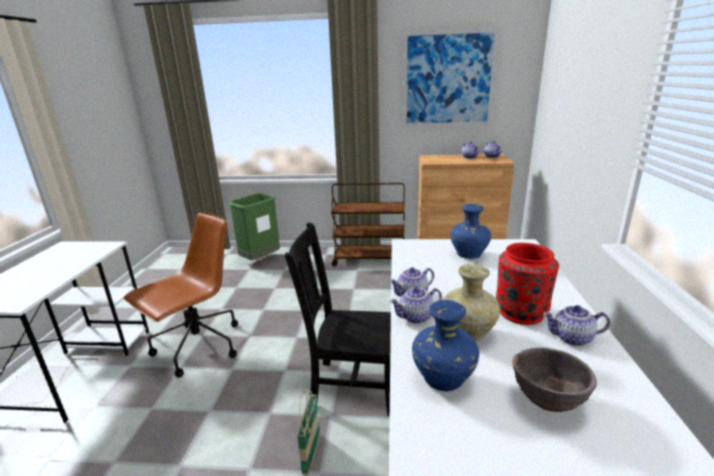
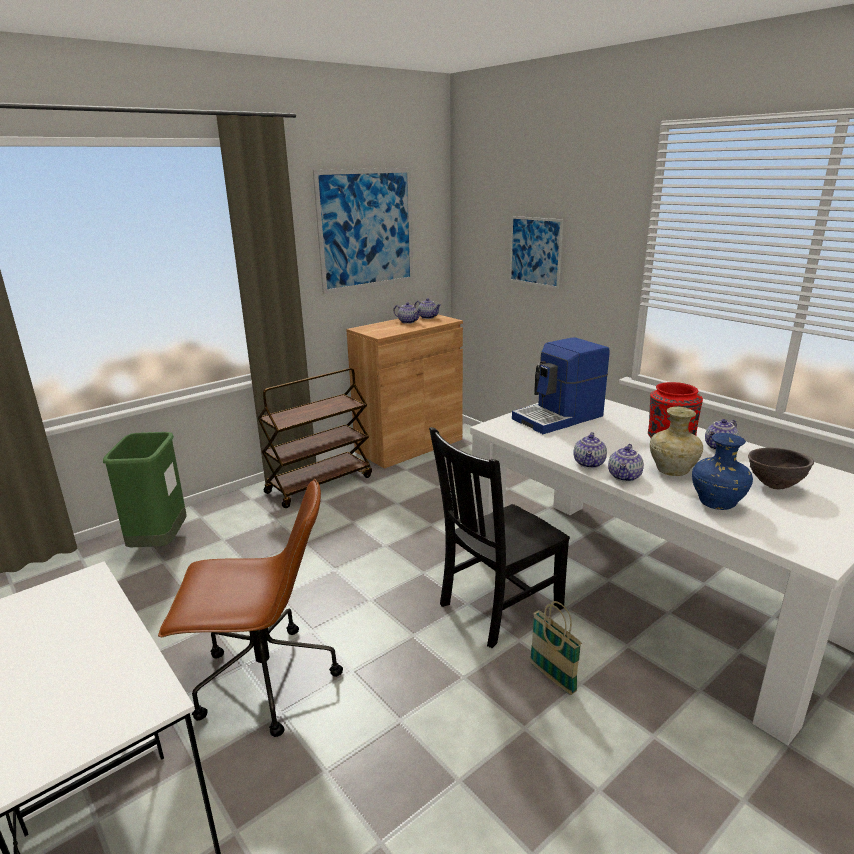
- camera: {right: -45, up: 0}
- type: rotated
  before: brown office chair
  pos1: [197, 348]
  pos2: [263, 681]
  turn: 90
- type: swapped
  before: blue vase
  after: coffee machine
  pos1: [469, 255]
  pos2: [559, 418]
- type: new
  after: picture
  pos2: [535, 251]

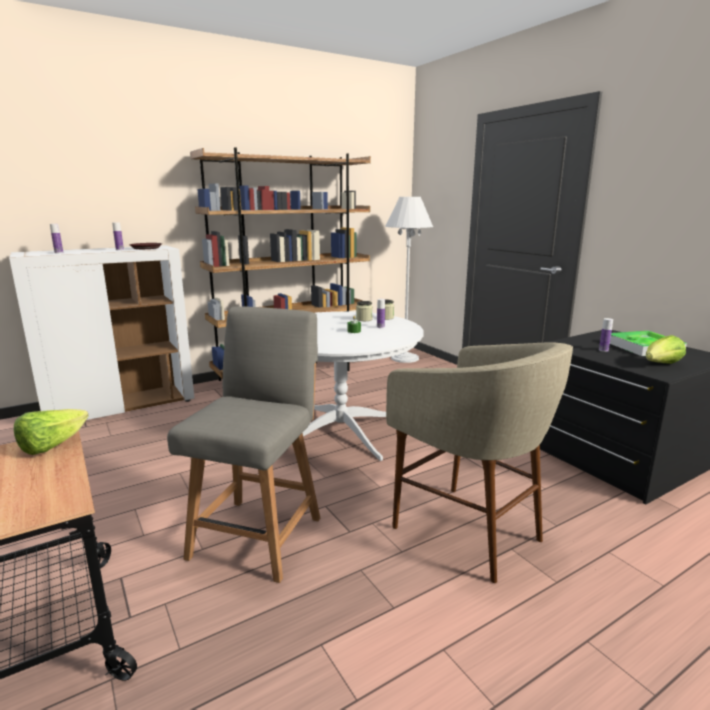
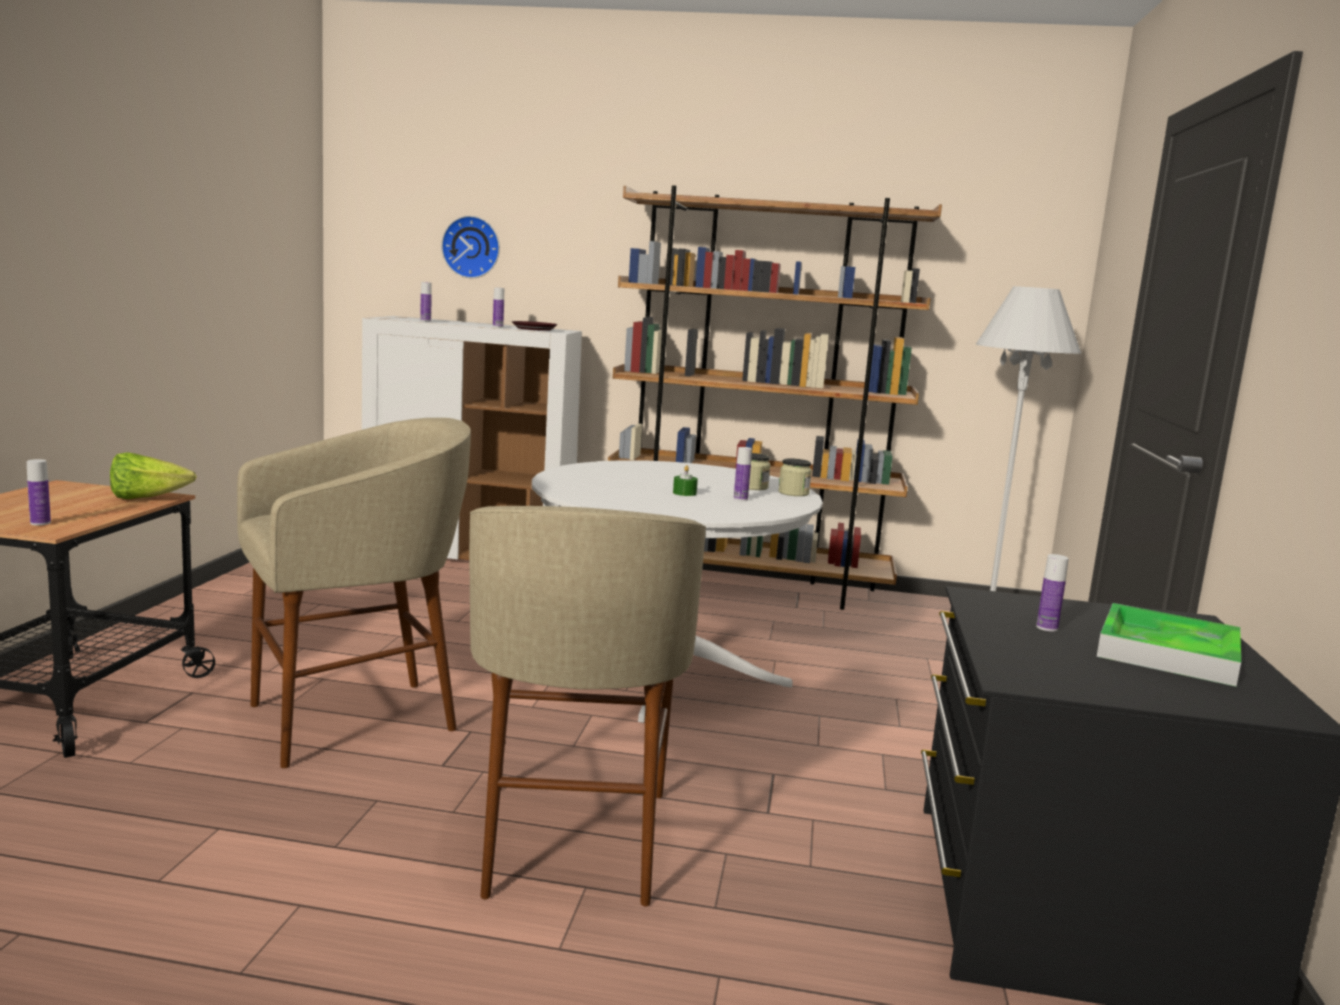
- camera: {right: 40, up: -5}
- type: swapped
  before: grey chair
  after: beige stool
  pos1: [258, 534]
  pos2: [355, 720]
- type: gone
  before: lettuce
  pos1: [661, 365]
- type: new
  after: bottle
  pos2: [40, 523]
- type: new
  after: wall clock
  pos2: [472, 247]

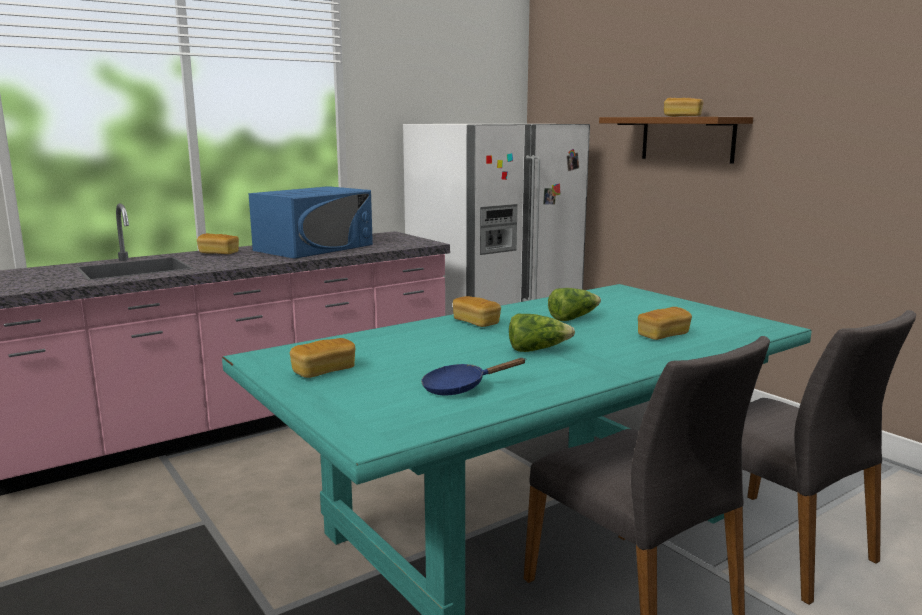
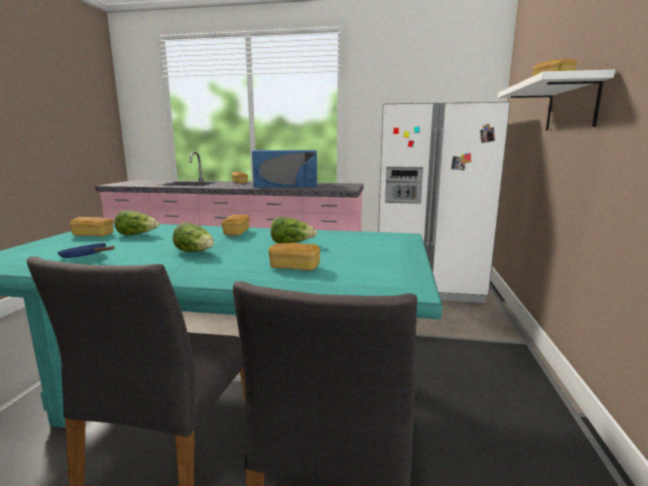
- camera: {right: 45, up: 0}
- type: repainted
  before: brown shelf
  after: white shelf
  pos1: [687, 139]
  pos2: [571, 106]
- type: new
  after: lettuce
  pos2: [137, 234]

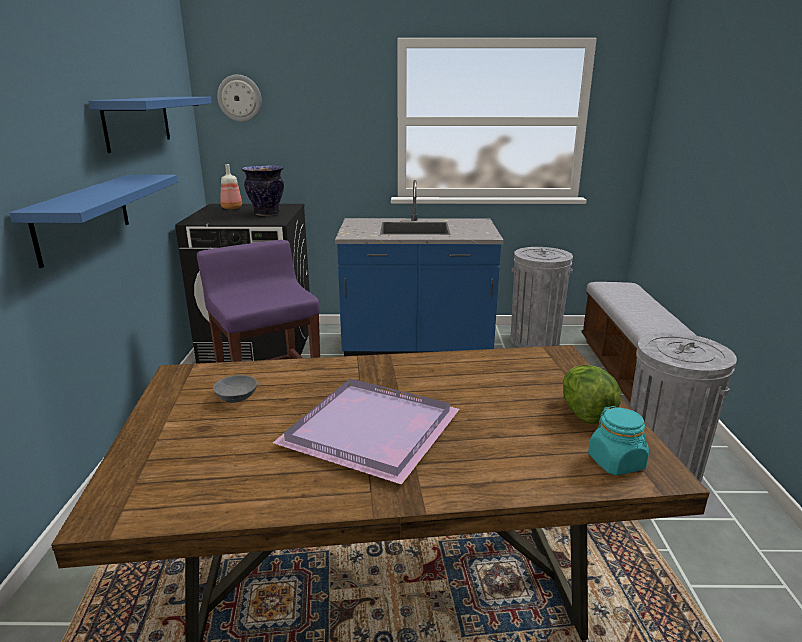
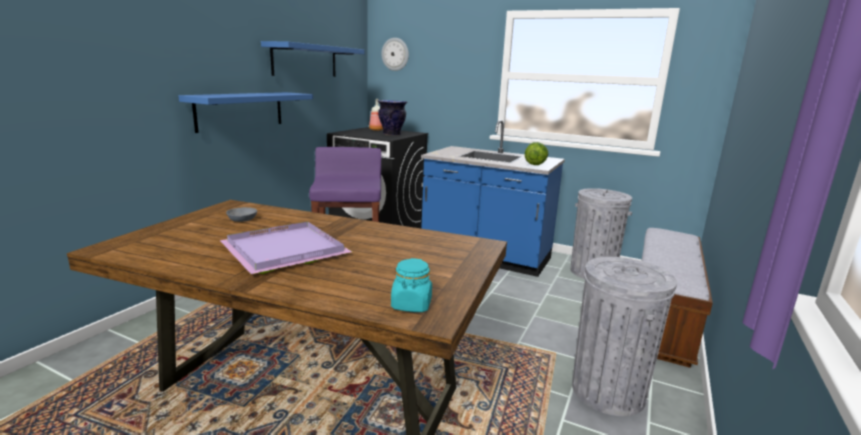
- camera: {right: 25, up: -5}
- type: shifted
  before: lettuce
  pos1: [585, 413]
  pos2: [535, 164]

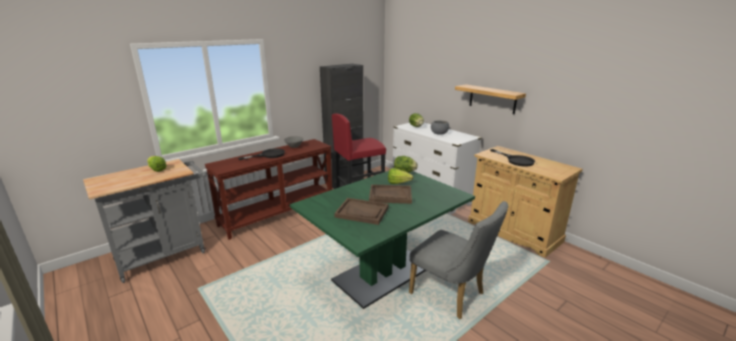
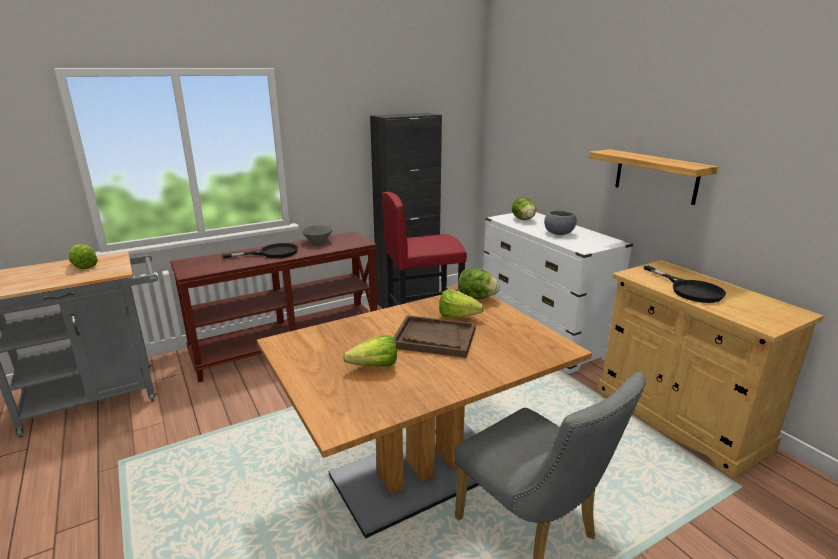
- camera: {right: 10, up: 0}
- type: repainted
  before: green dining table
  after: brown dining table
  pos1: [383, 274]
  pos2: [420, 473]
- type: swapped
  before: brown tray
  after: lettuce
  pos1: [362, 212]
  pos2: [370, 366]

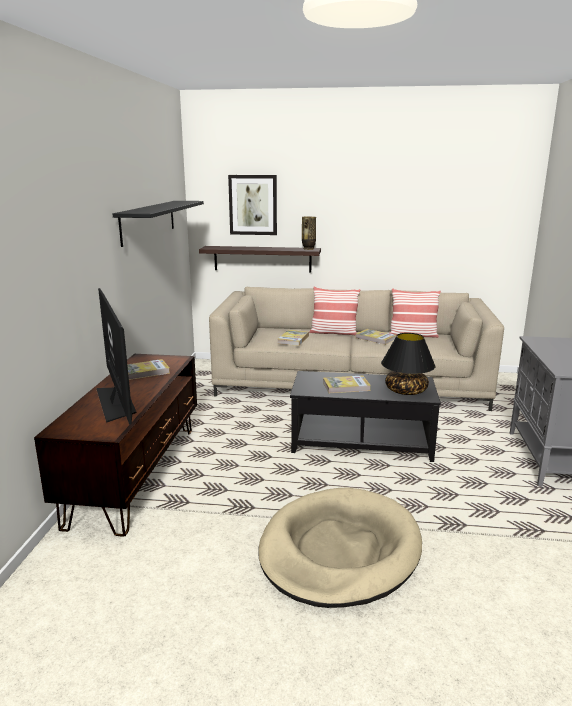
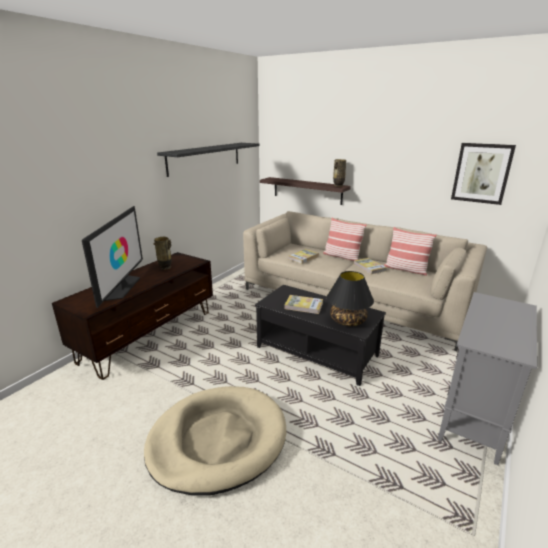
- camera: {right: 25, up: 5}
- type: swapped
  before: book
  after: vase
  pos1: [144, 372]
  pos2: [165, 267]
- type: shifted
  before: picture
  pos1: [253, 205]
  pos2: [481, 173]

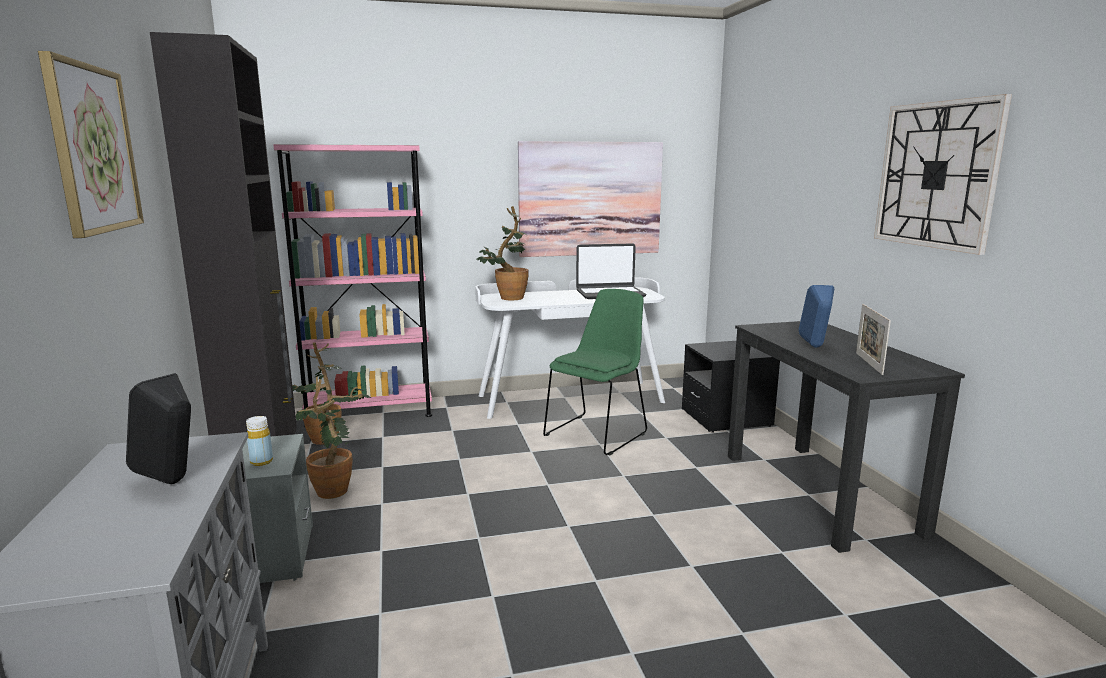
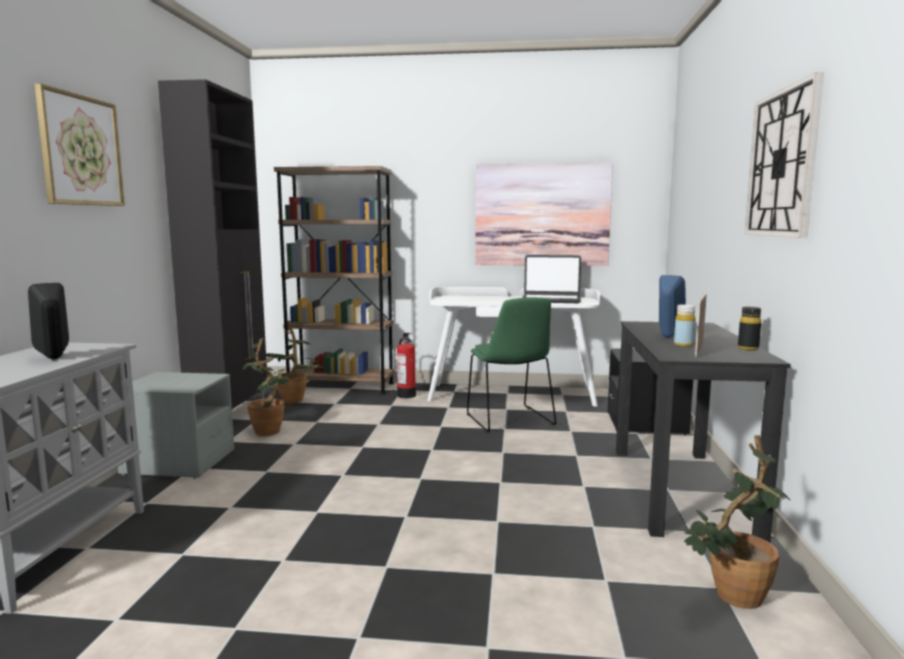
- camera: {right: 20, up: -5}
- type: shifted
  before: yellow bottle
  pos1: [261, 461]
  pos2: [683, 345]
- type: repainted
  before: pink bookcase
  after: brown bookcase
  pos1: [370, 412]
  pos2: [341, 387]
- type: shifted
  before: potted plant
  pos1: [507, 299]
  pos2: [730, 598]
- type: rotated
  before: green chair
  pos1: [597, 433]
  pos2: [510, 420]
  turn: 105
- type: new
  after: fire extinguisher
  pos2: [406, 395]
- type: new
  after: black bottle
  pos2: [748, 348]

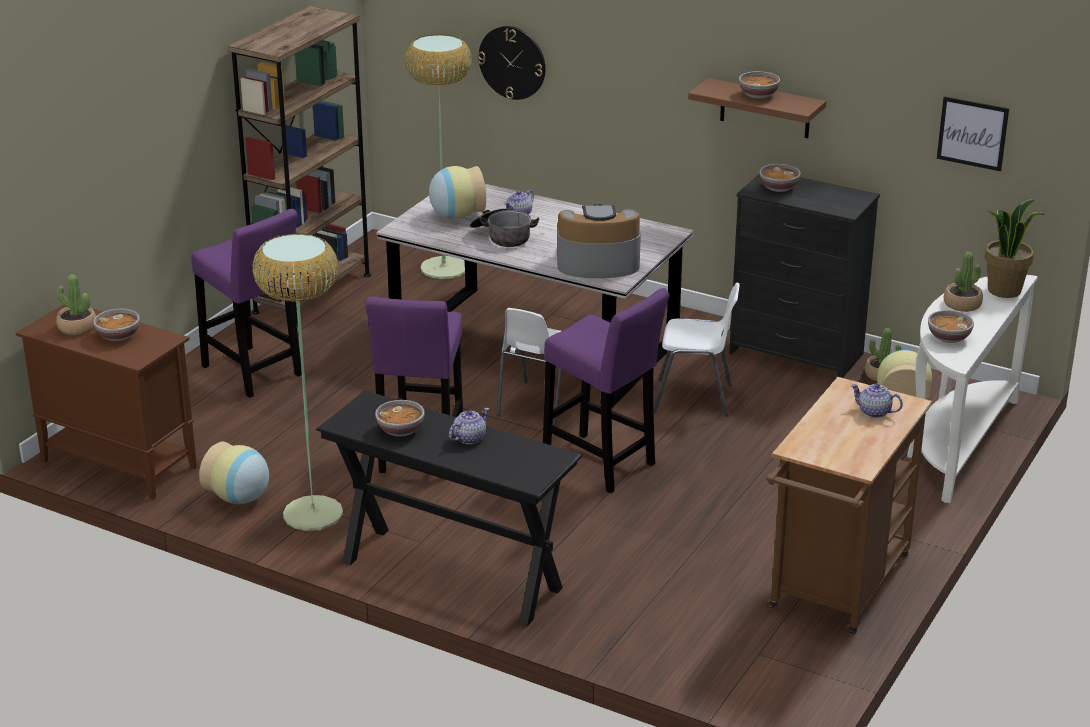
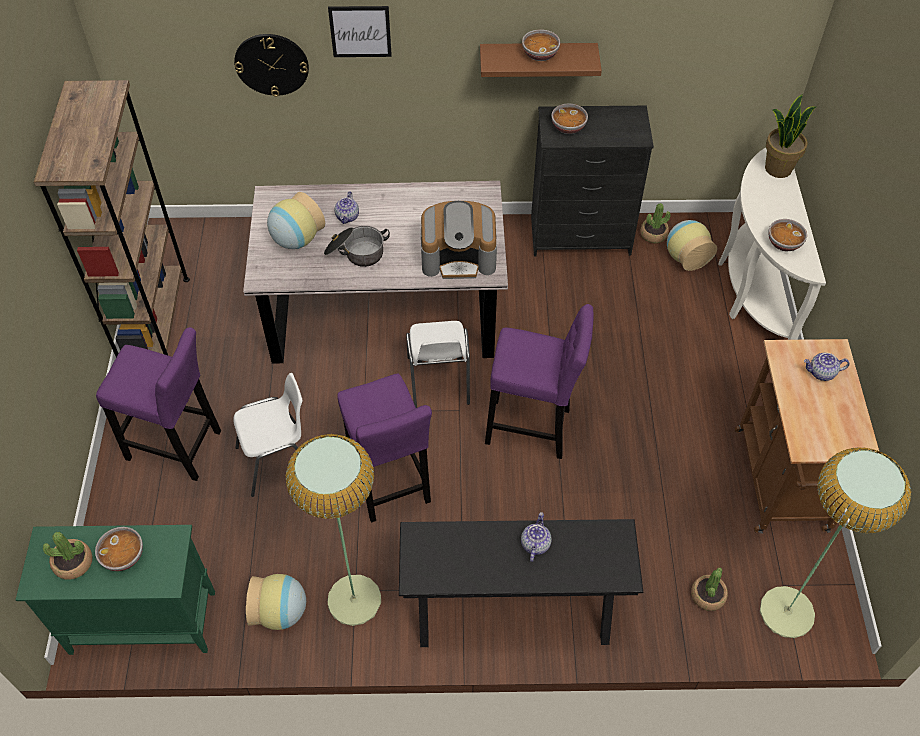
- camera: {right: -30, up: 25}
- type: repainted
  before: brown cabinet
  after: green cabinet
  pos1: [117, 464]
  pos2: [141, 622]
- type: gone
  before: bowl
  pos1: [400, 430]
- type: shifted
  before: floor lamp
  pos1: [444, 268]
  pos2: [787, 612]
- type: rotated
  before: coffee machine
  pos1: [597, 264]
  pos2: [459, 257]
  turn: -150
- type: shifted
  before: white chair
  pos1: [695, 398]
  pos2: [278, 460]
- type: shifted
  before: picture
  pos1: [972, 133]
  pos2: [360, 31]
- type: shifted
  before: potted plant
  pos1: [962, 304]
  pos2: [708, 596]

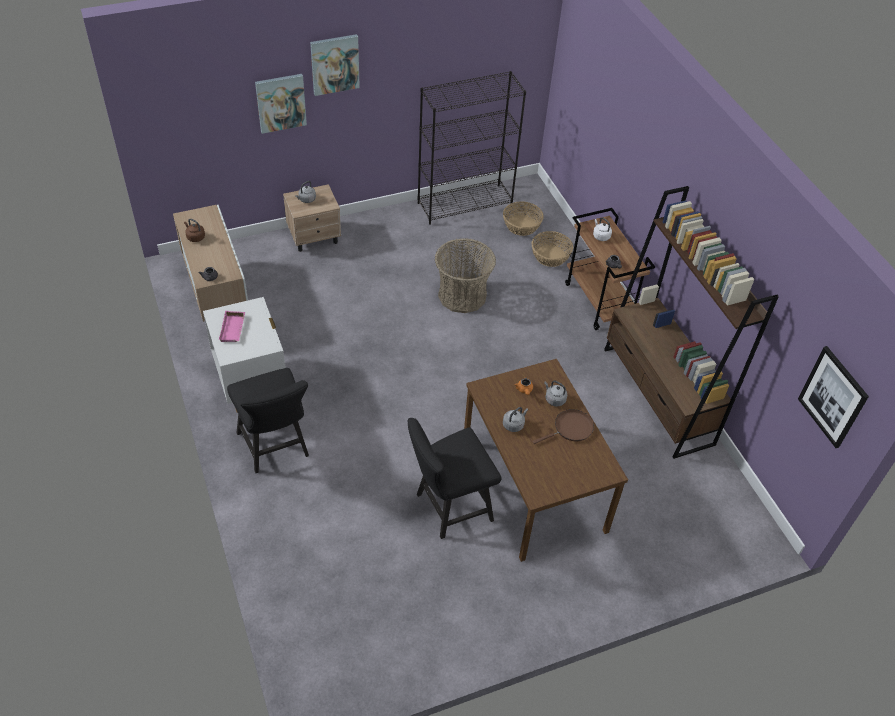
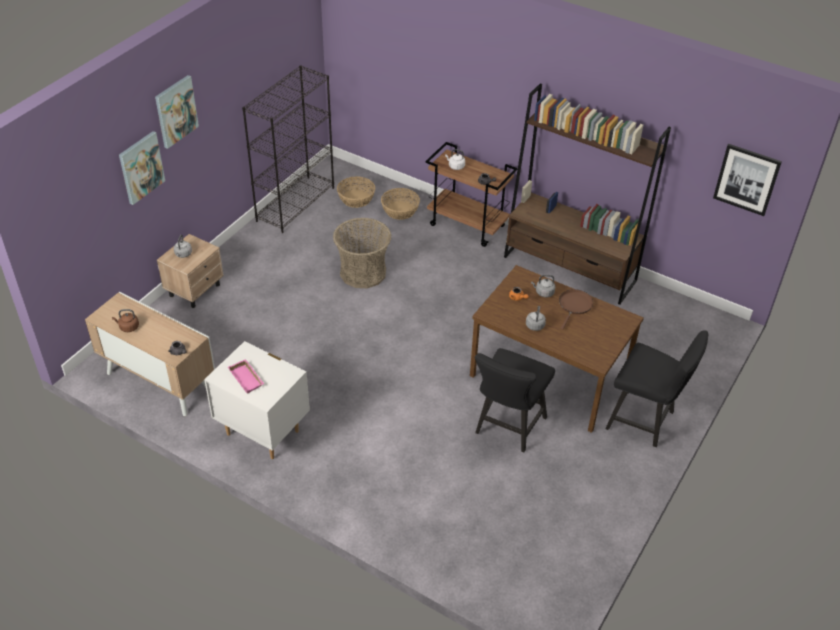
- camera: {right: -35, up: -5}
- type: shifted
  before: black chair
  pos1: [275, 448]
  pos2: [645, 421]

